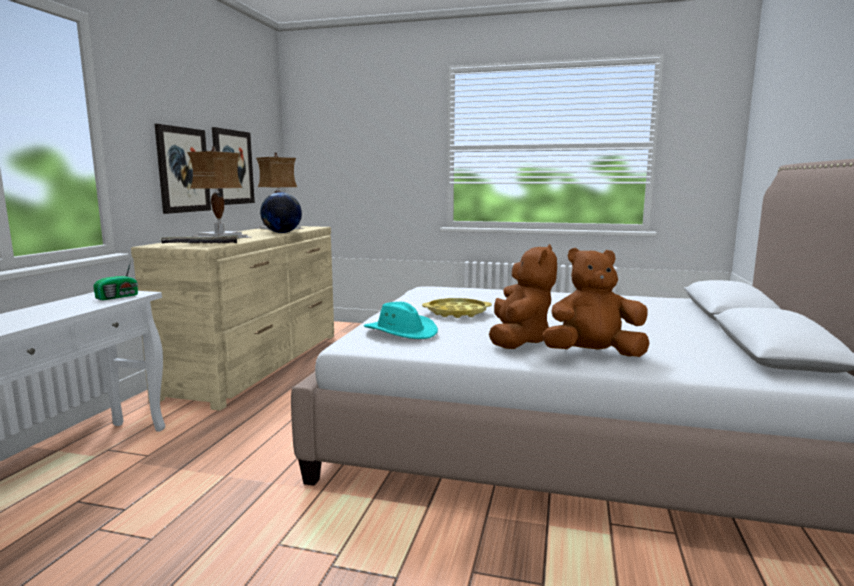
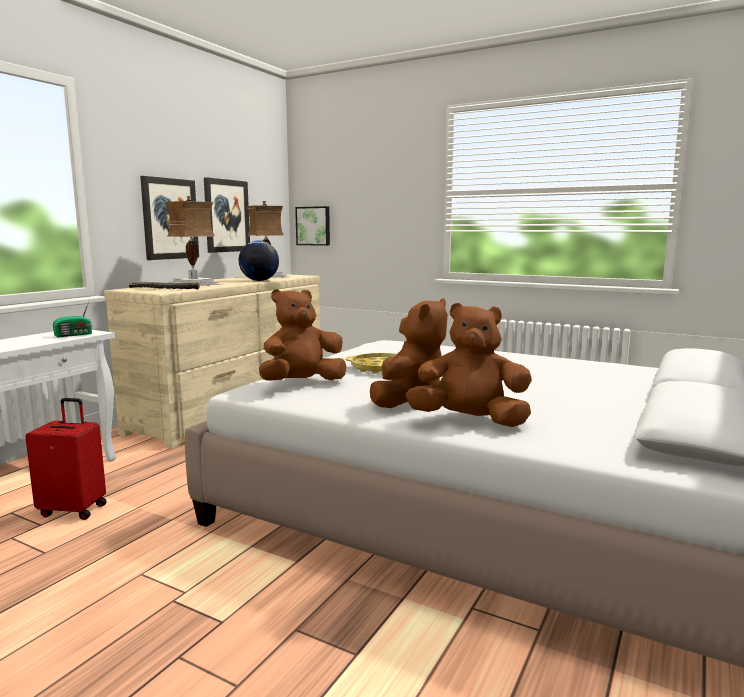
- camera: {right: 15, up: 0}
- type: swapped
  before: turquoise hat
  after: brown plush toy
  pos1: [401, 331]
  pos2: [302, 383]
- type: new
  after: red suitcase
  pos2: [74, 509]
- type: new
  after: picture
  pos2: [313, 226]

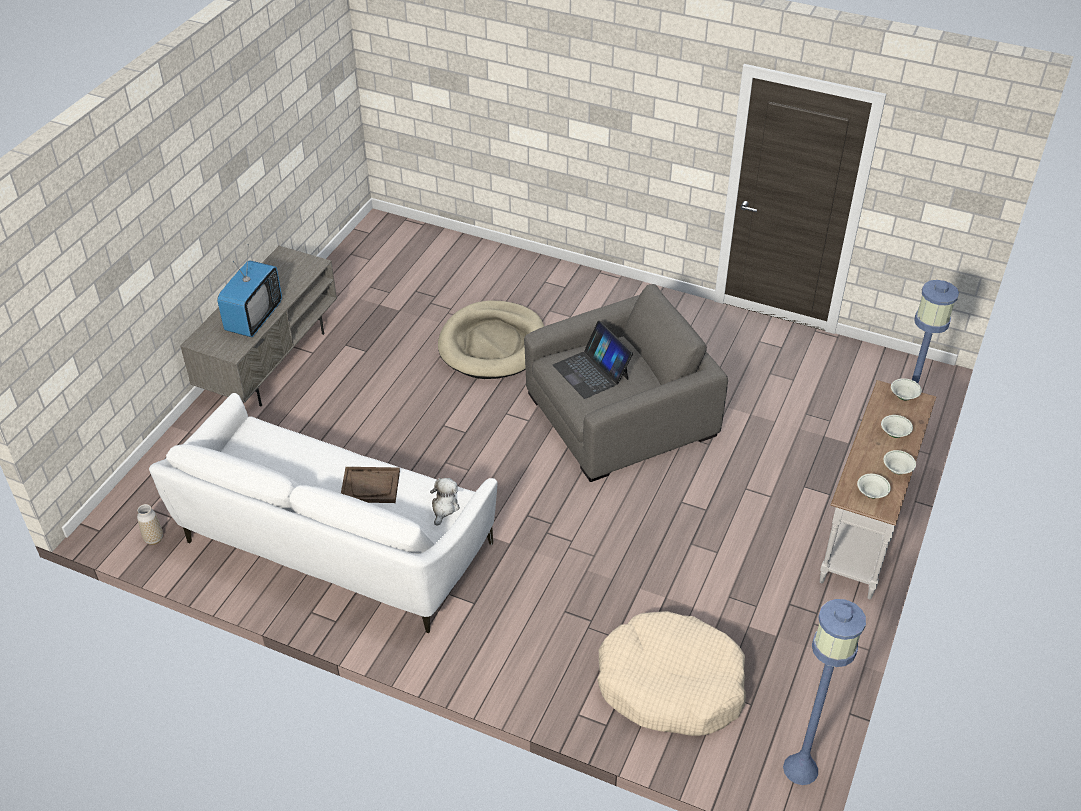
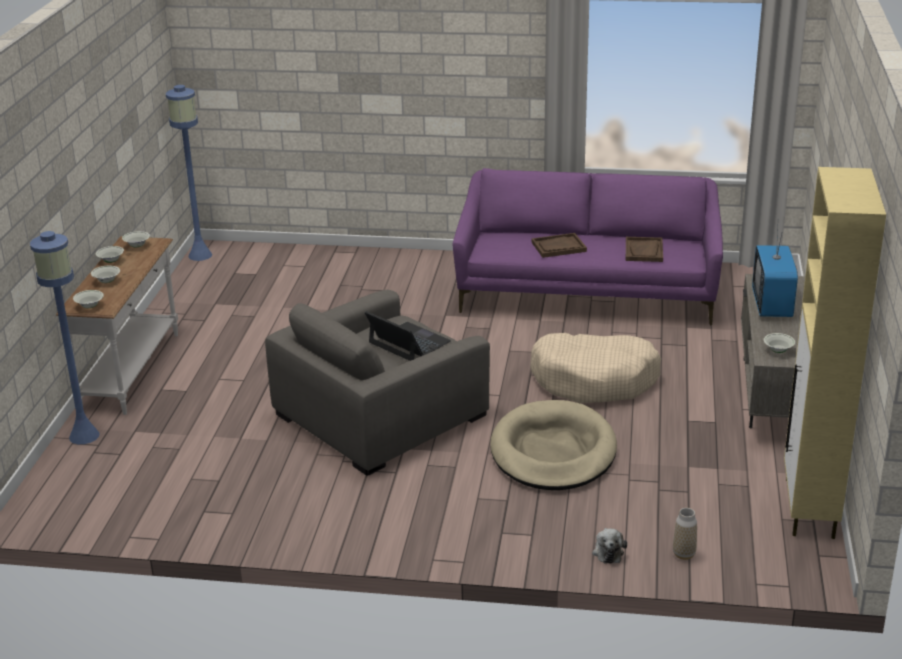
- camera: {right: 165, up: -15}
- type: shifted
  before: vase
  pos1: [154, 539]
  pos2: [684, 554]
- type: repainted
  before: white sofa
  after: purple sofa
  pos1: [333, 545]
  pos2: [587, 292]
- type: shifted
  before: plush toy
  pos1: [444, 507]
  pos2: [608, 551]
- type: shifted
  before: beige dog bed
  pos1: [670, 684]
  pos2: [595, 380]
- type: new
  after: brown tray
  pos2: [644, 251]
- type: new
  after: white bowl
  pos2: [778, 351]
- type: new
  after: beige cabinet
  pos2: [809, 509]

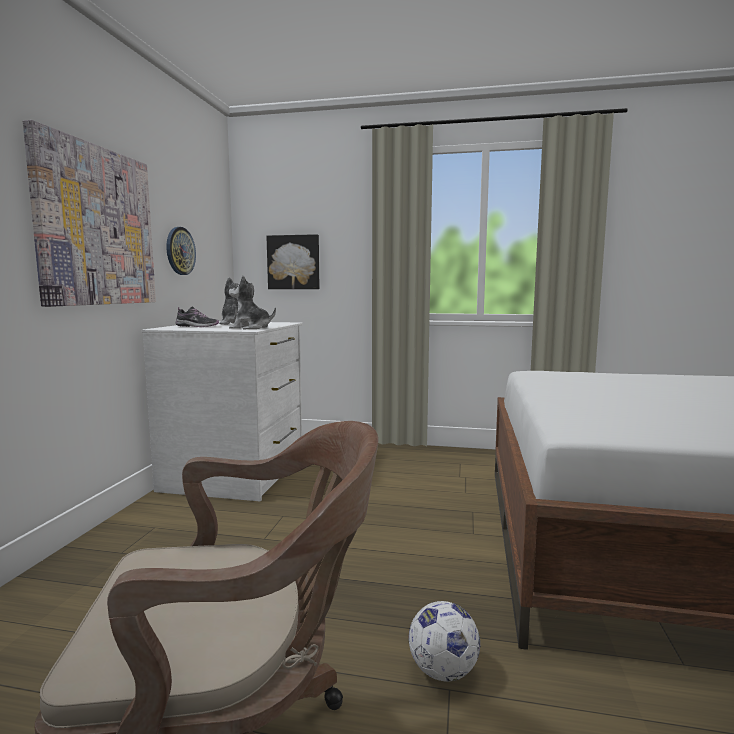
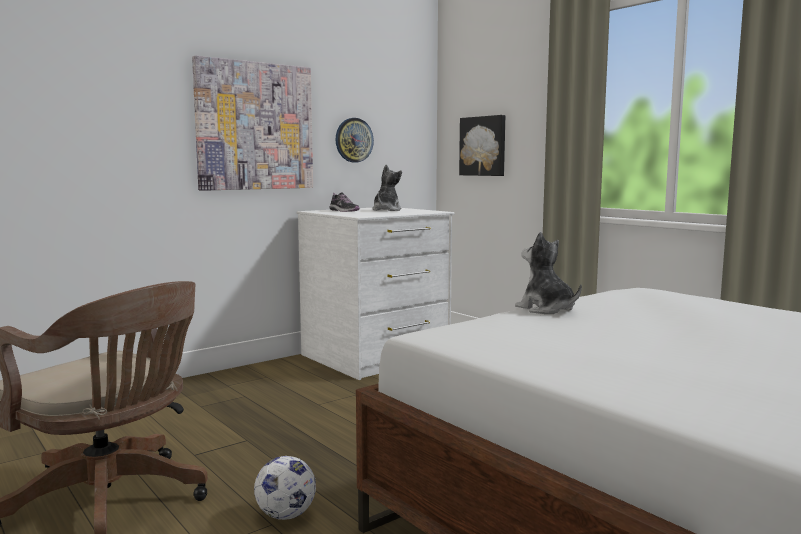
- camera: {right: 40, up: 0}
- type: shifted
  before: plush toy
  pos1: [251, 328]
  pos2: [546, 309]

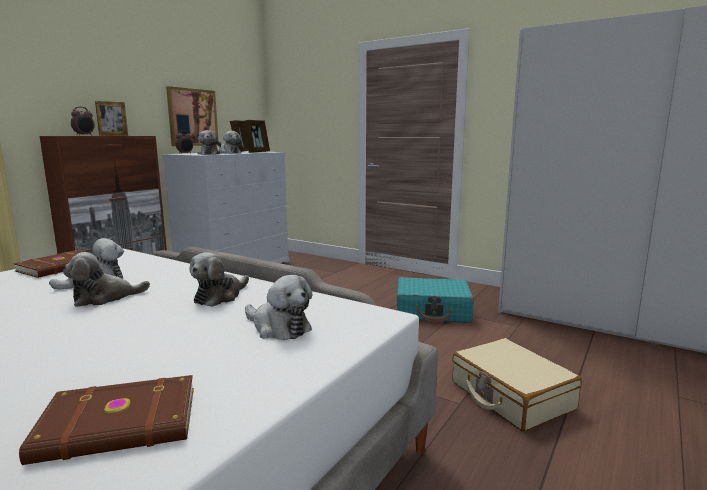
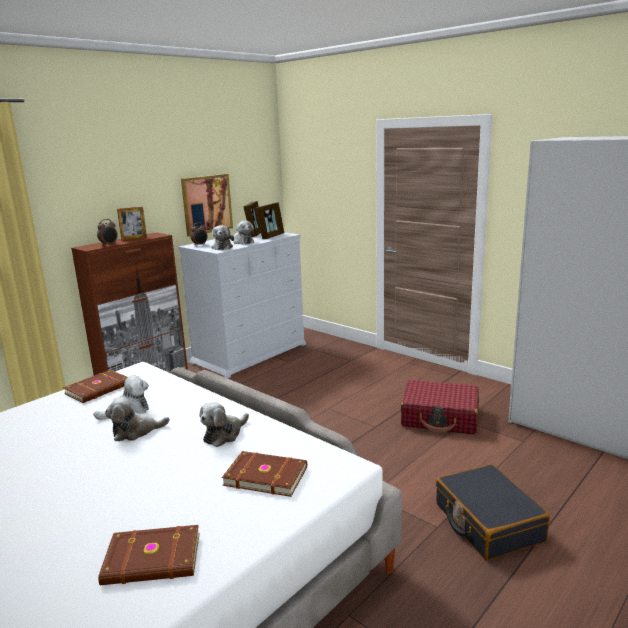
- camera: {right: 10, up: 5}
- type: swapped
  before: plush toy
  after: brown book
  pos1: [278, 328]
  pos2: [265, 475]
- type: repainted
  before: turquoise suitcase
  after: red suitcase
  pos1: [433, 311]
  pos2: [440, 417]
- type: repainted
  before: beige suitcase
  after: black suitcase
  pos1: [510, 396]
  pos2: [487, 522]

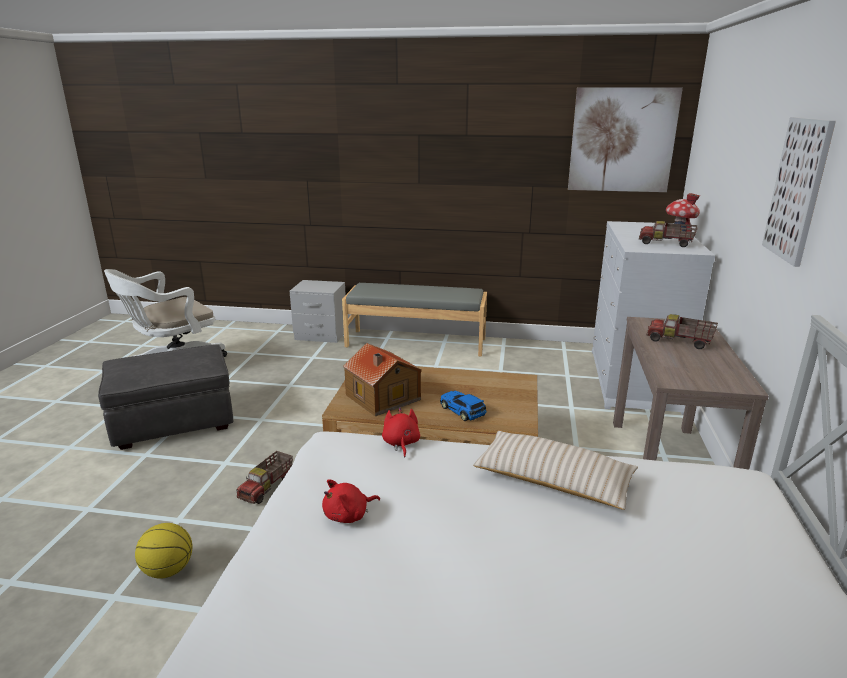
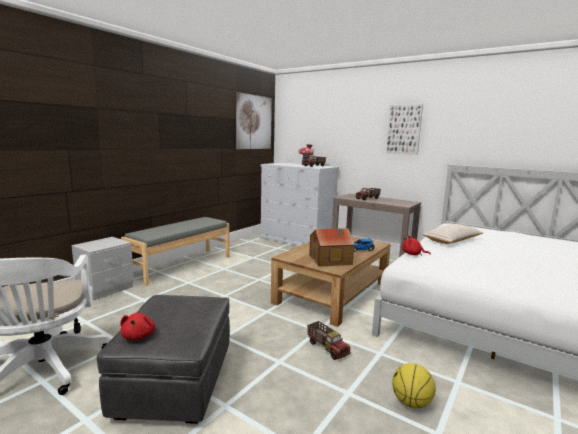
- camera: {right: -65, up: -10}
- type: shifted
  before: red plush toy
  pos1: [348, 515]
  pos2: [139, 336]

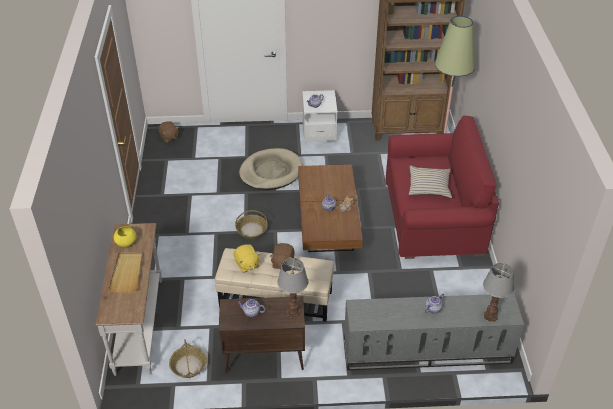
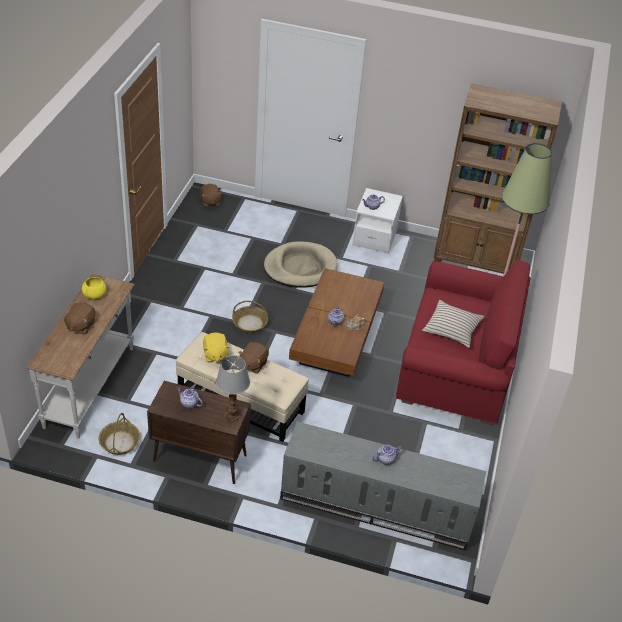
- camera: {right: 15, up: 0}
- type: swapped
  before: beige tray
  after: brown plush toy
  pos1: [127, 273]
  pos2: [80, 326]
- type: gone
  before: table lamp
  pos1: [491, 316]

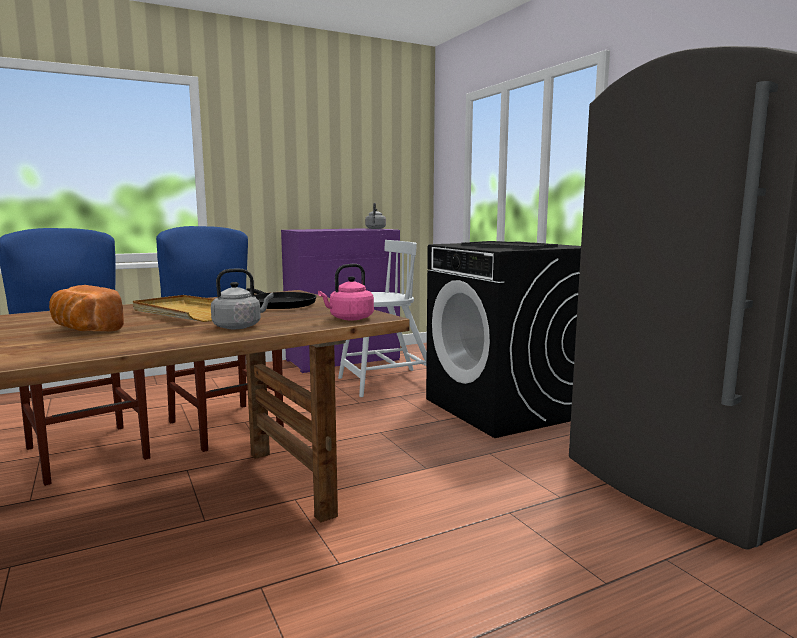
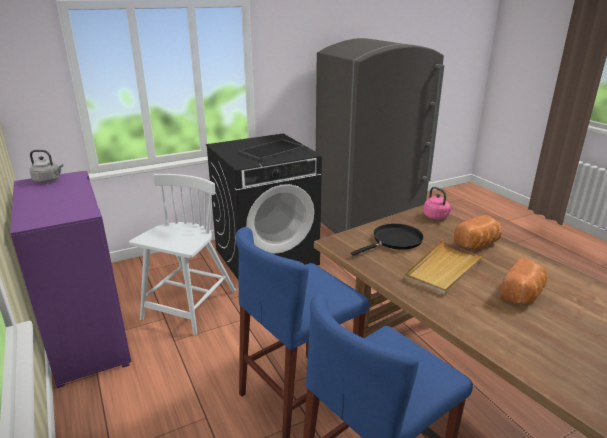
- camera: {right: -90, up: 15}
- type: swapped
  before: grey kettle
  after: bread
  pos1: [240, 326]
  pos2: [478, 244]
- type: rotated
  before: white chair
  pos1: [386, 382]
  pos2: [189, 306]
  turn: 45

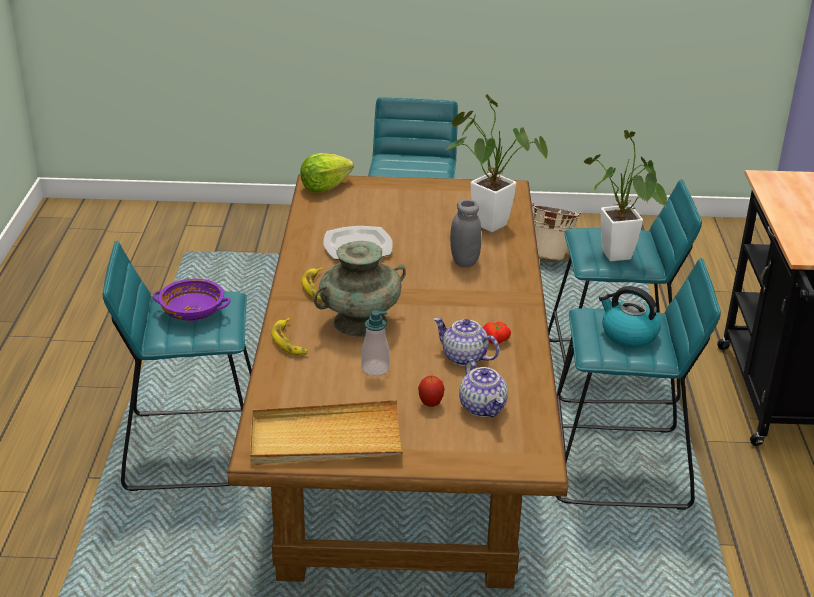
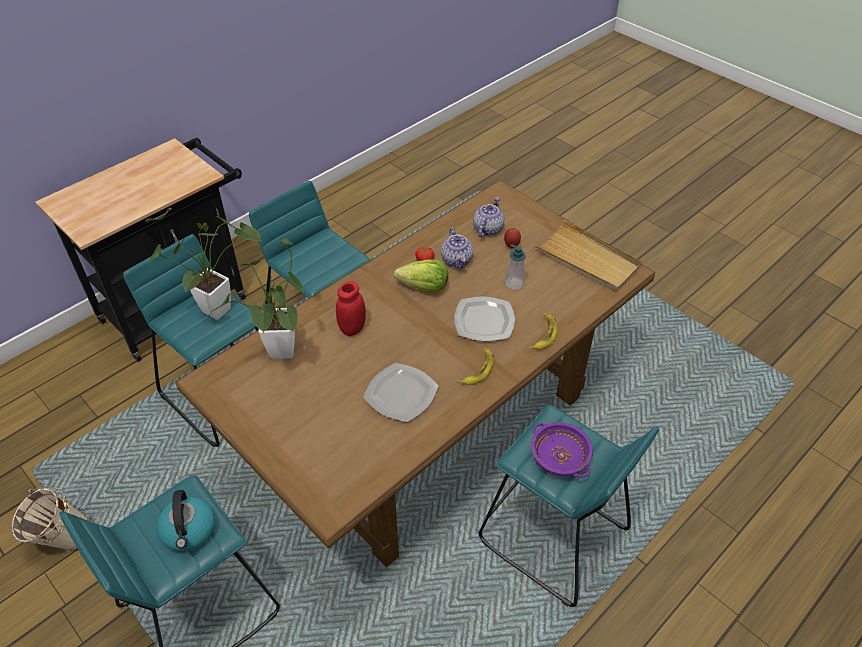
- camera: {right: -135, up: 15}
- type: shifted
  before: lettuce
  pos1: [325, 187]
  pos2: [424, 287]
- type: swapped
  before: turquoise vase
  after: plate
  pos1: [361, 322]
  pos2: [483, 321]
- type: repainted
  before: grey jar
  after: red jar
  pos1: [464, 261]
  pos2: [352, 328]
- type: shifted
  before: kettle
  pos1: [628, 334]
  pos2: [189, 531]

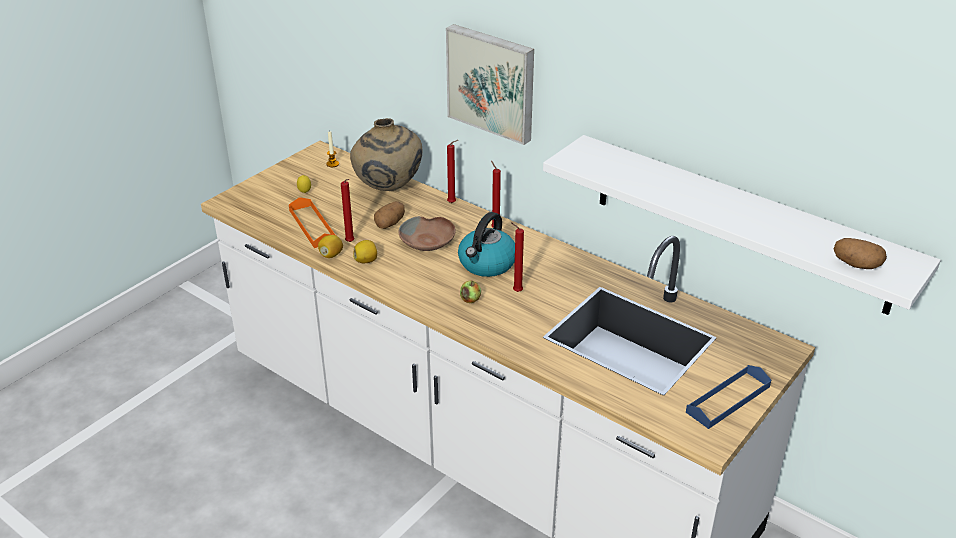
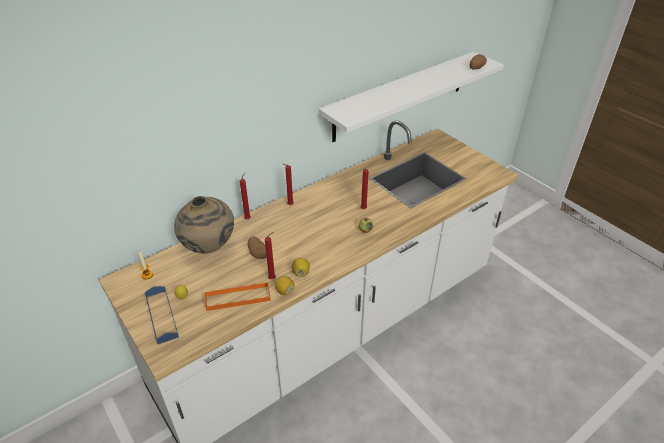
- camera: {right: -75, up: 5}
- type: gone
  before: brown bowl
  pos1: [428, 242]
- type: gone
  before: picture
  pos1: [492, 82]
- type: gone
  before: kettle
  pos1: [487, 264]
- type: shifted
  before: blue tray
  pos1: [728, 399]
  pos2: [162, 316]

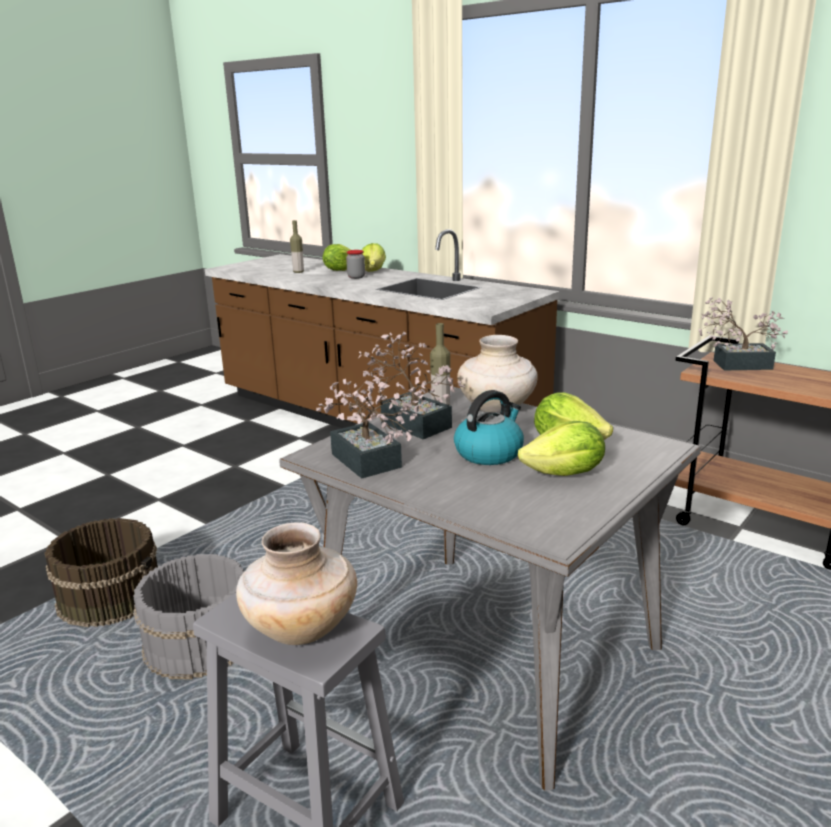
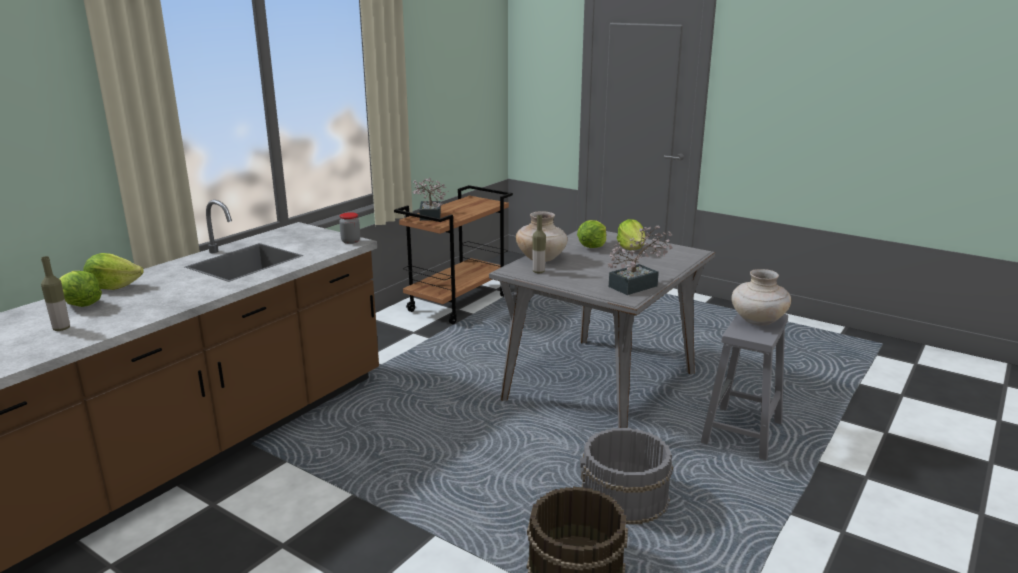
- camera: {right: -95, up: 0}
- type: shifted
  before: jar
  pos1: [356, 277]
  pos2: [350, 241]
- type: gone
  before: potted plant
  pos1: [411, 422]
- type: gone
  before: kettle
  pos1: [489, 453]

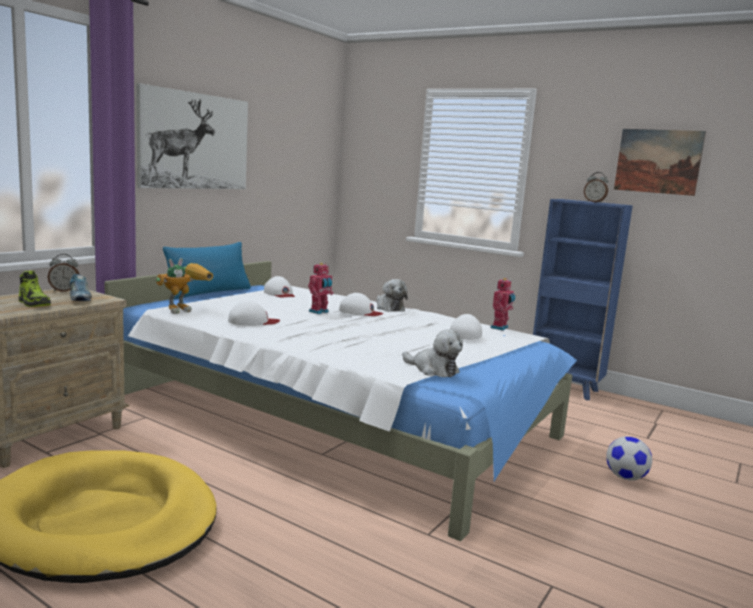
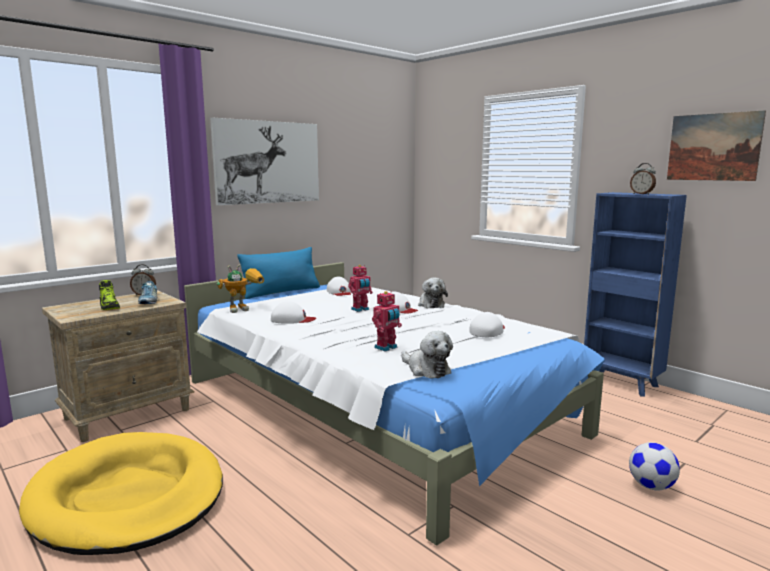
- camera: {right: 15, up: 0}
- type: shifted
  before: toy robot
  pos1: [500, 328]
  pos2: [387, 348]

